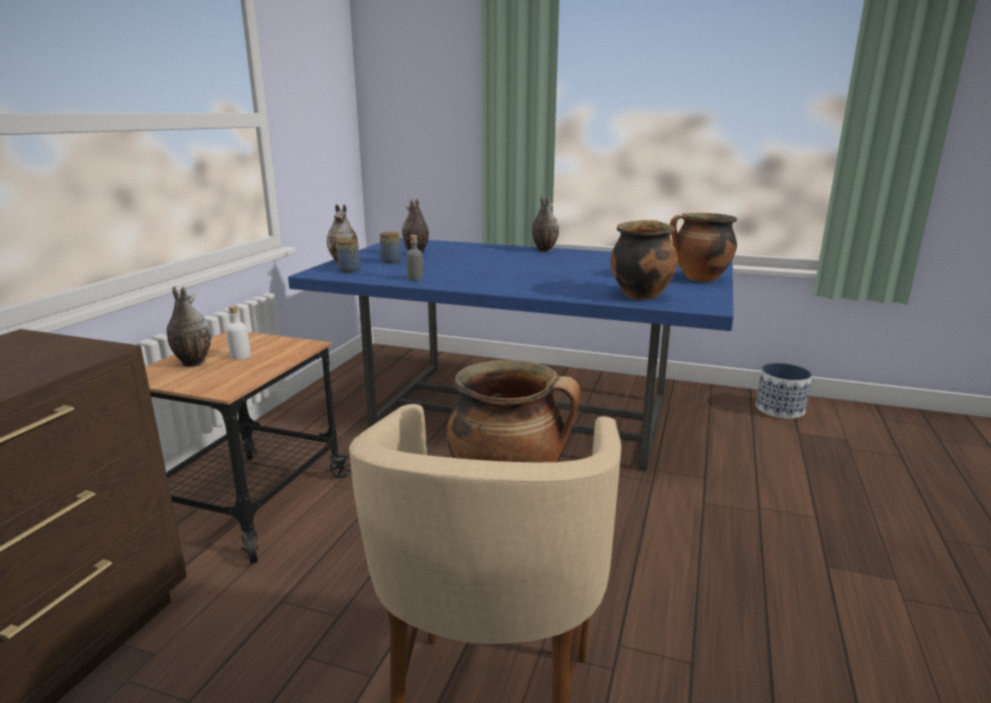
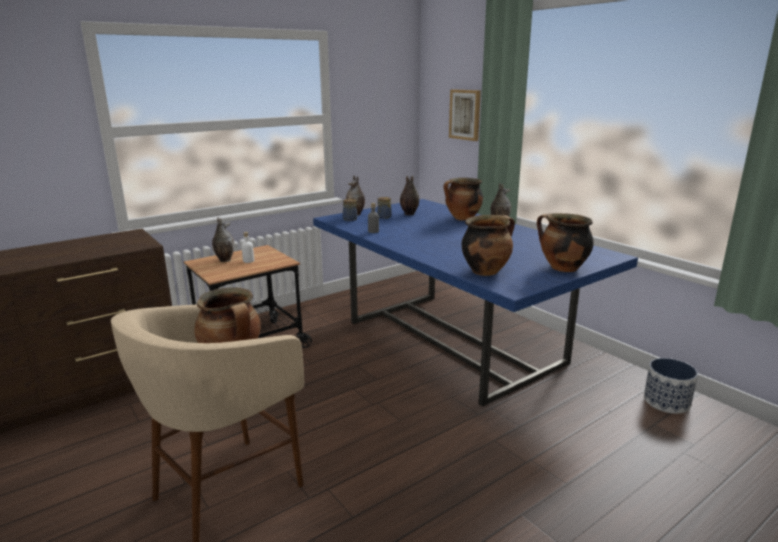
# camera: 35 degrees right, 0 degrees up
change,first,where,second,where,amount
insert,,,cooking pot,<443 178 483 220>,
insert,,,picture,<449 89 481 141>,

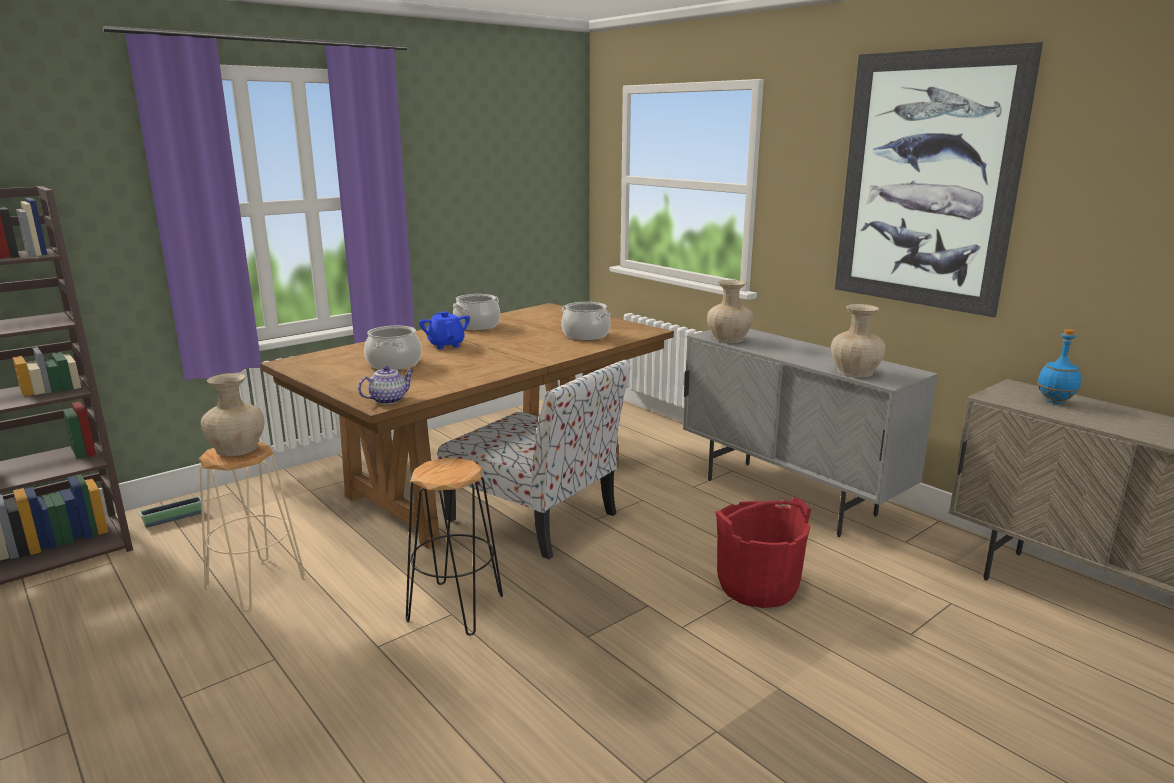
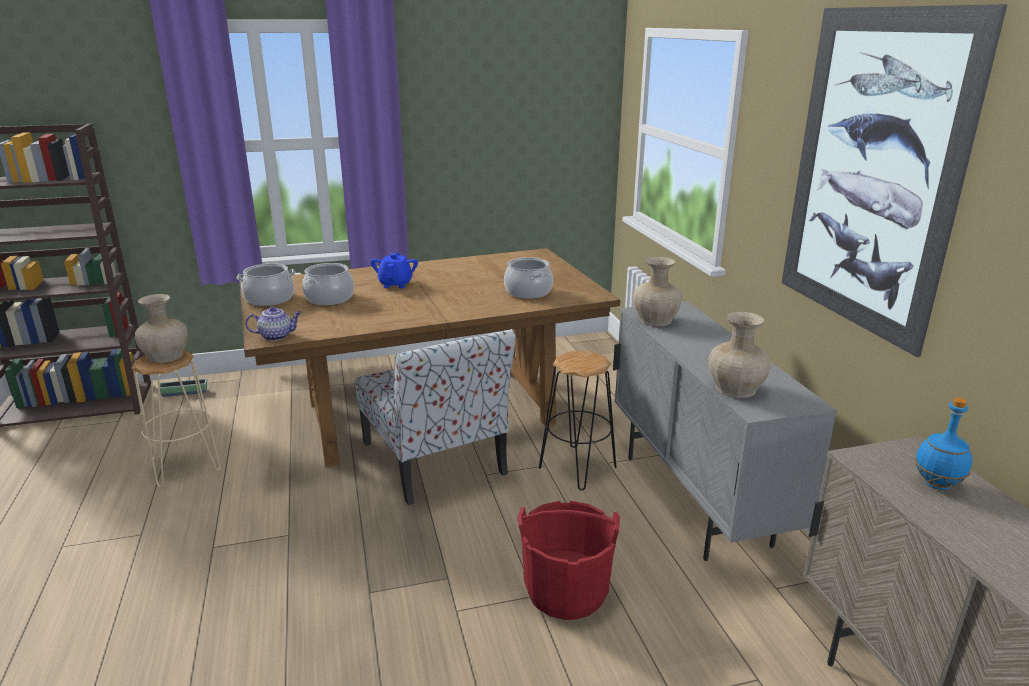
# camera: 25 degrees right, 5 degrees up
change,first,where,second,where,amount
move,black stool,<406 457 503 636>,,<539 351 616 490>,
move,cooking pot,<453 294 500 330>,,<236 263 296 306>,

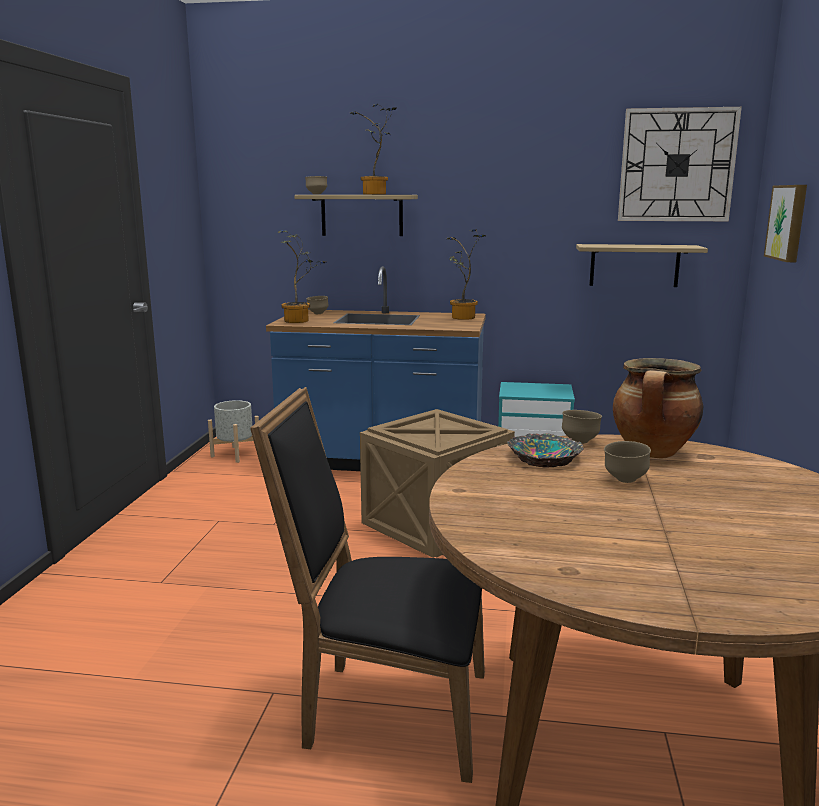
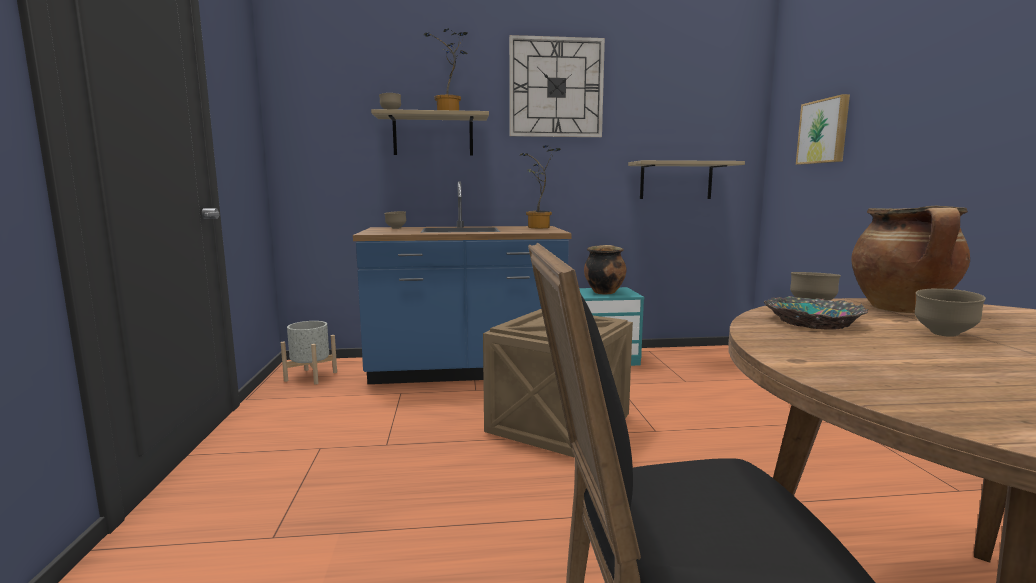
# camera: 15 degrees left, 5 degrees down
change,first,where,second,where,amount
delete,potted plant,<278 230 326 323>,,,
insert,,,cooking pot,<584 245 626 294>,
move,wall clock,<618 107 742 221>,,<509 35 605 137>,

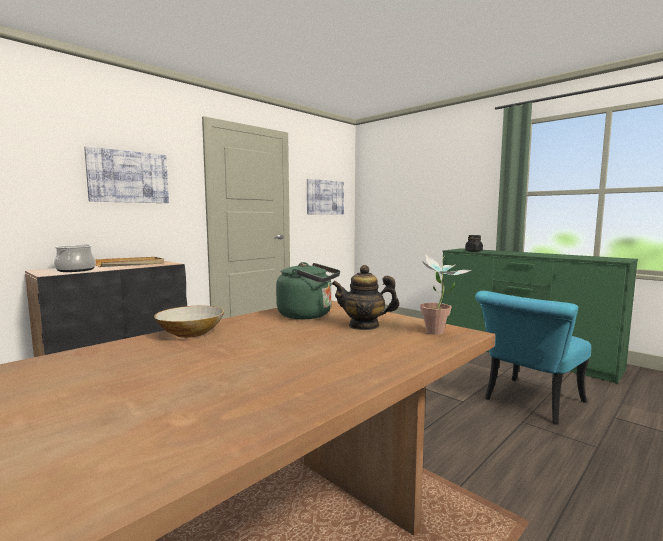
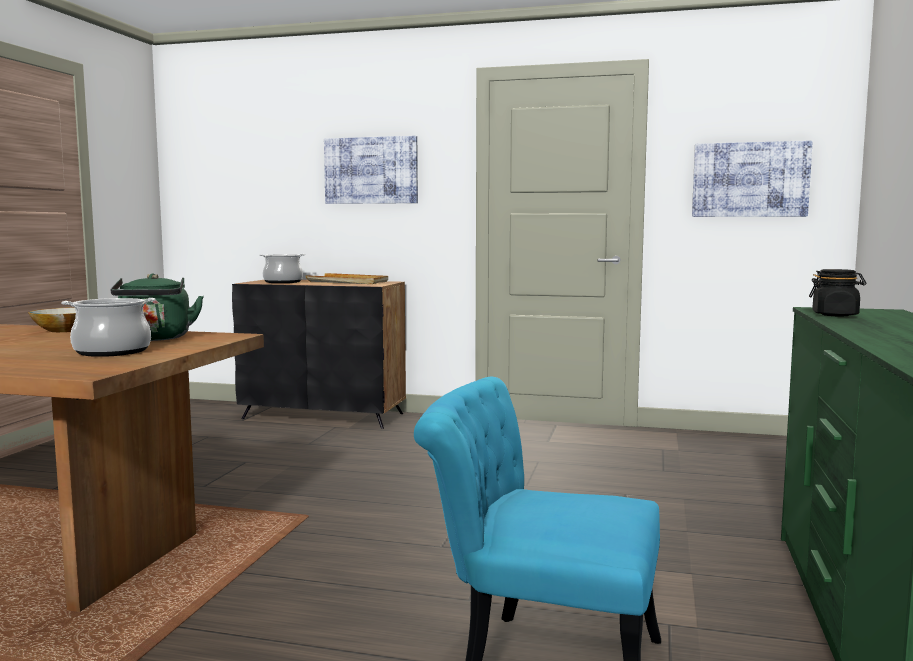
# camera: 60 degrees right, 0 degrees up
change,first,where,second,where,amount
delete,potted plant,<420 255 471 335>,,,
replace,teapot,<332 265 399 330>,cooking pot,<61 298 155 357>,

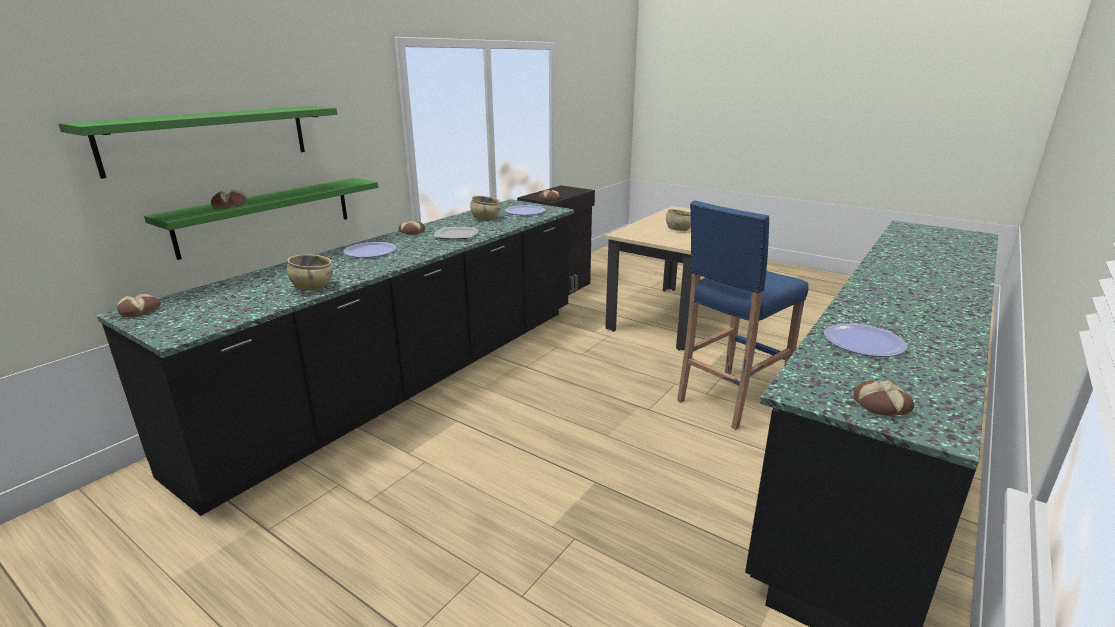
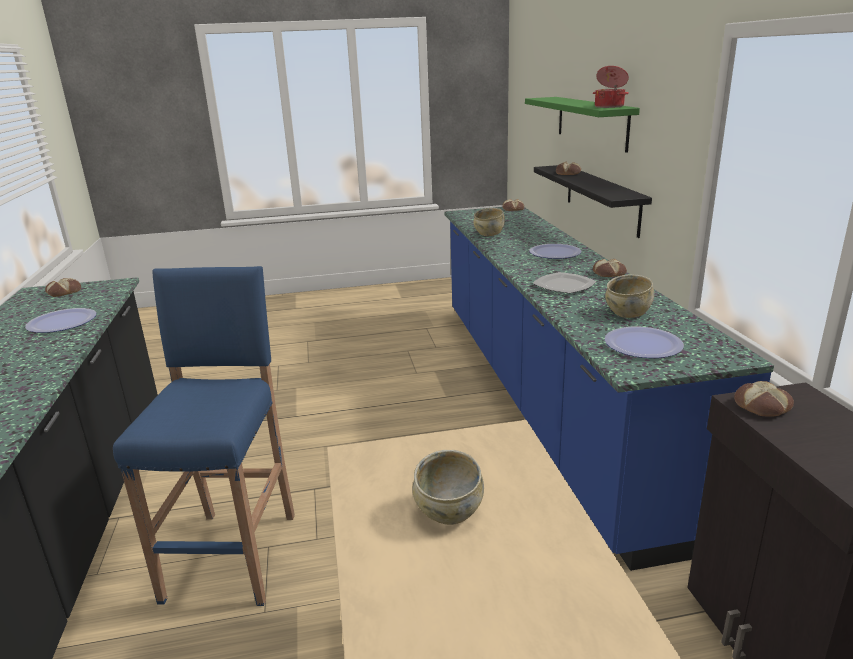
# camera: 135 degrees right, 0 degrees up
change,first,where,second,where,amount
insert,,,cooking pot,<593 66 629 108>,
recolor,black counter,<97 199 574 516>,blue counter,<445 207 774 571>,
recolor,green shelf,<144 178 378 260>,black shelf,<534 165 652 238>,

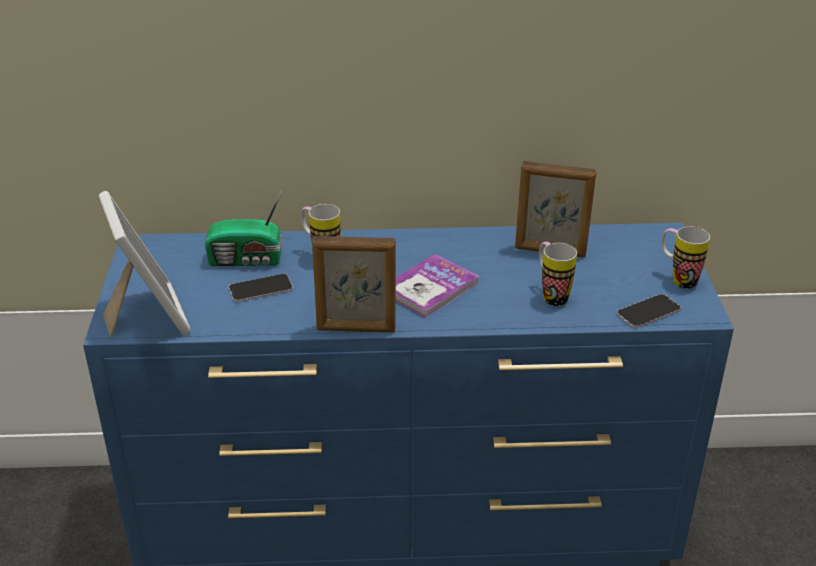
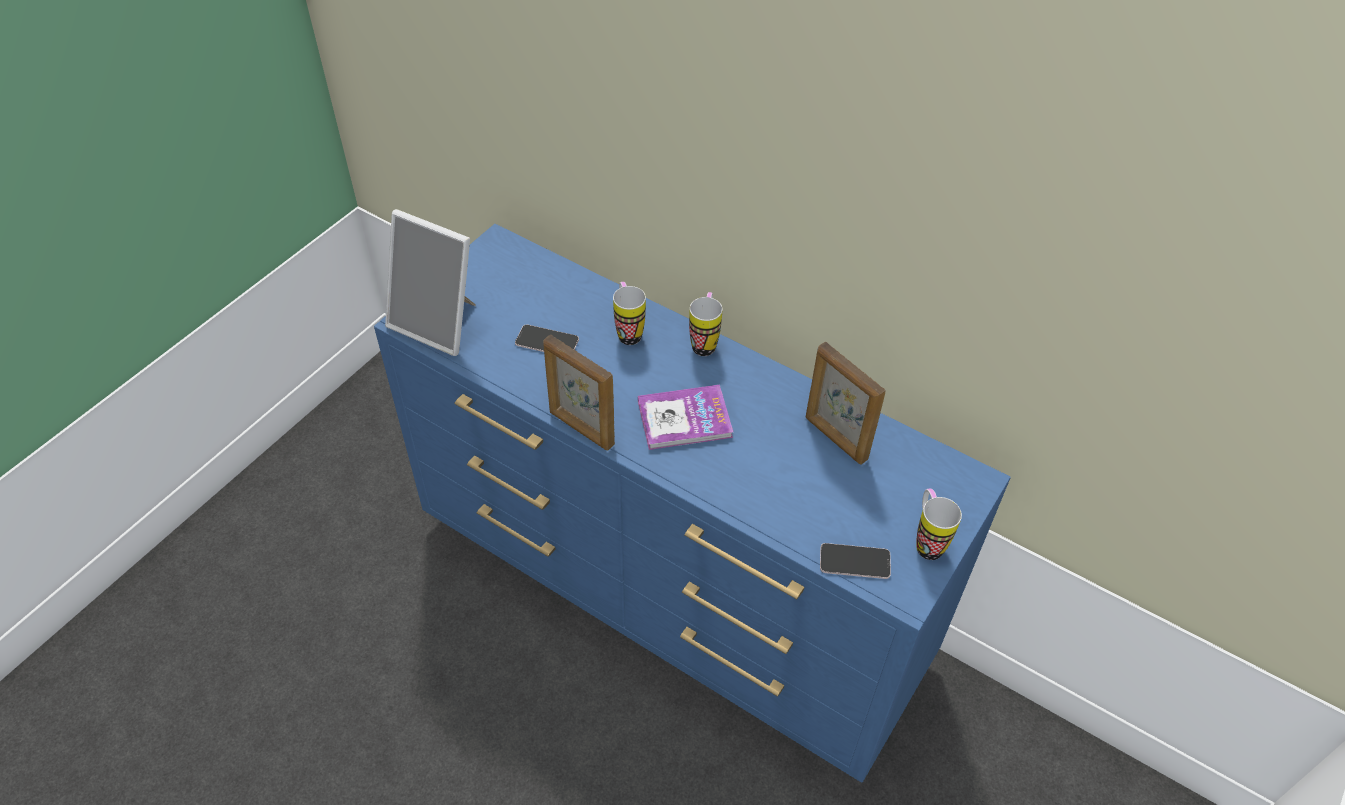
# camera: 35 degrees right, 15 degrees up
change,first,where,second,where,amount
delete,radio,<205 189 283 266>,,,
move,mug,<539 242 577 306>,,<689 292 722 356>,
rotate,picture frame,<99 191 190 338>,,<385 209 476 356>,105 degrees clockwise

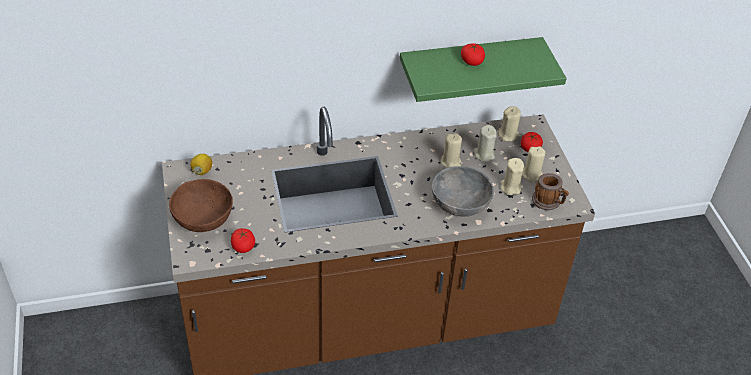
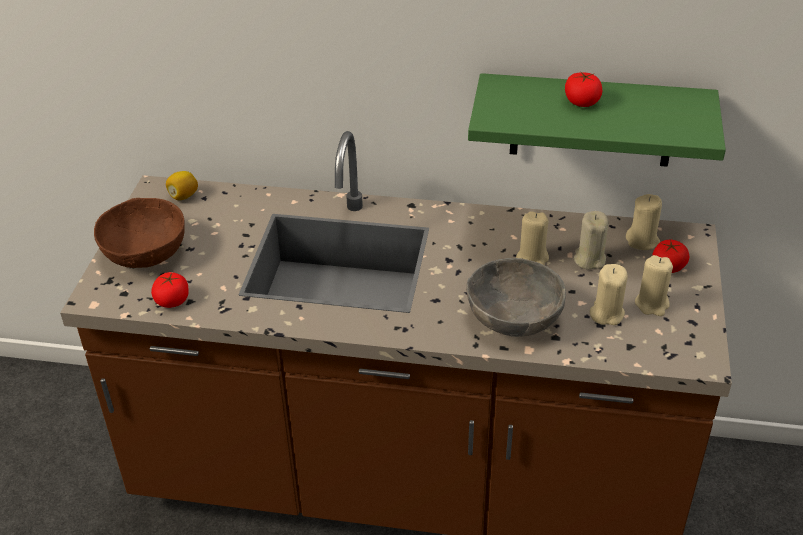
# camera: 25 degrees right, 5 degrees down
change,first,where,second,where,amount
delete,mug,<532 173 569 210>,,,

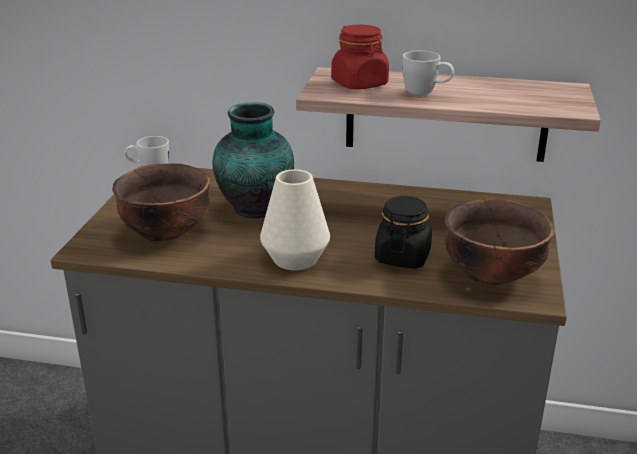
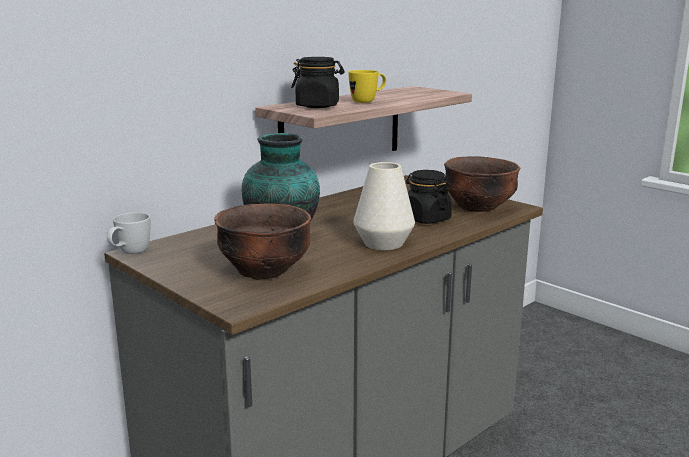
# camera: 55 degrees left, 10 degrees down
change,first,where,second,where,amount
recolor,red jar,<331 25 389 90>,black jar,<291 57 345 108>,
recolor,white mug,<402 51 454 95>,yellow mug,<348 70 386 103>,

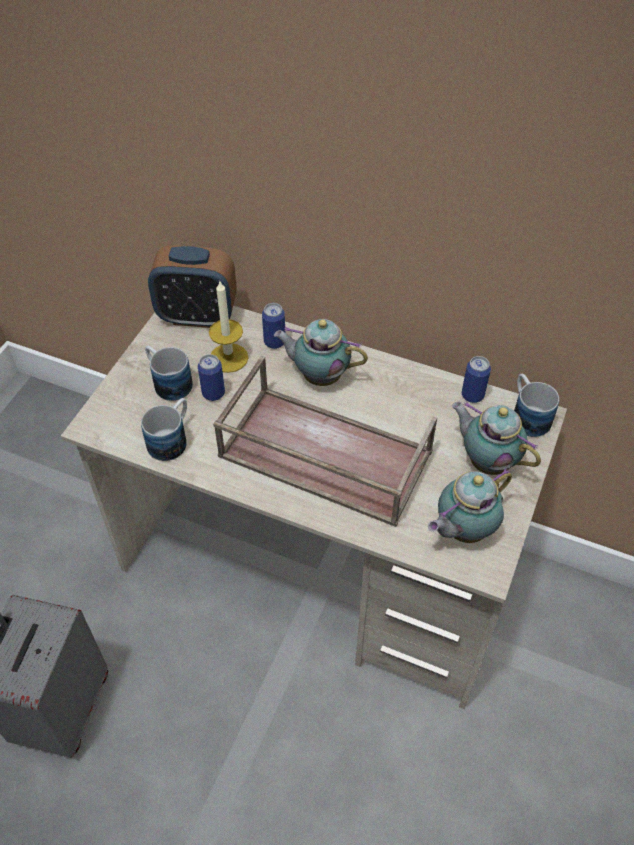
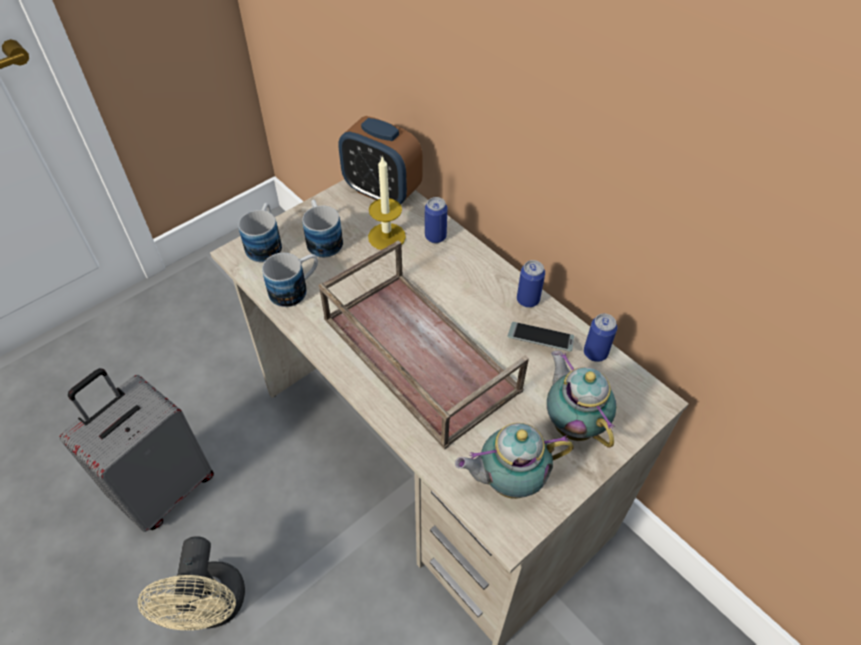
# camera: 25 degrees right, 0 degrees up
change,first,where,second,where,amount
delete,teapot,<274 319 368 386>,,,
insert,,,beige fan,<138 536 245 630>,
insert,,,phone,<507 322 574 351>,
move,can,<198 354 225 401>,,<517 260 545 308>,
move,mug,<514 374 559 437>,,<238 203 282 262>,

